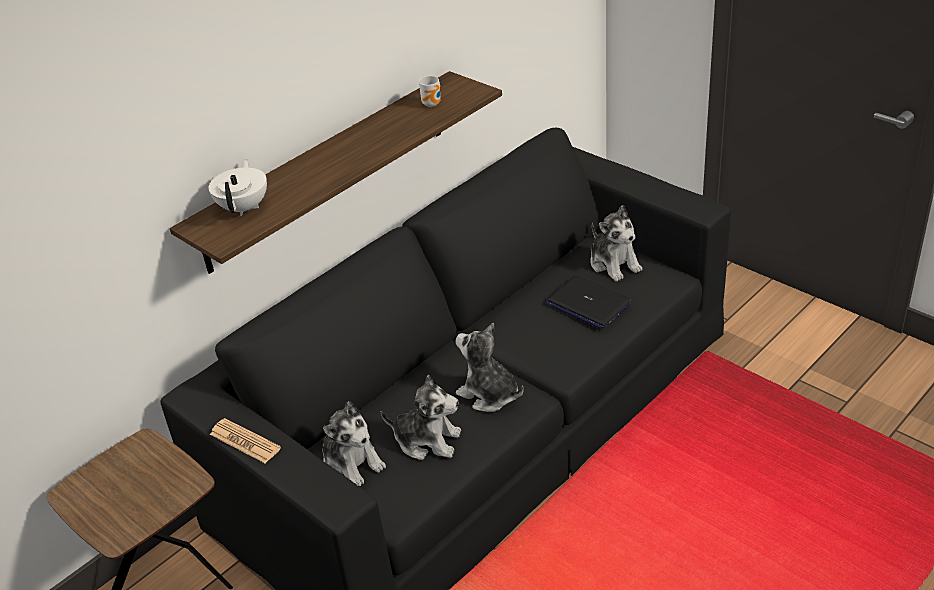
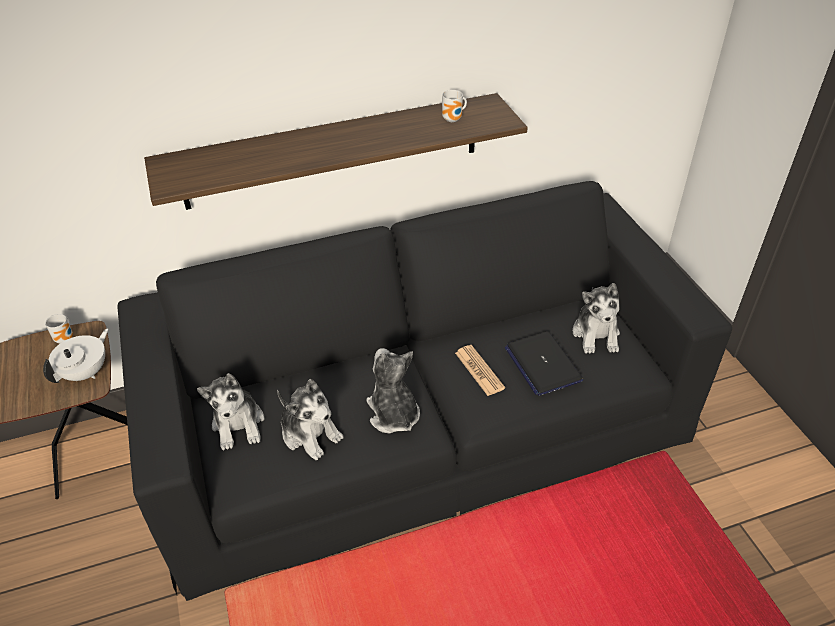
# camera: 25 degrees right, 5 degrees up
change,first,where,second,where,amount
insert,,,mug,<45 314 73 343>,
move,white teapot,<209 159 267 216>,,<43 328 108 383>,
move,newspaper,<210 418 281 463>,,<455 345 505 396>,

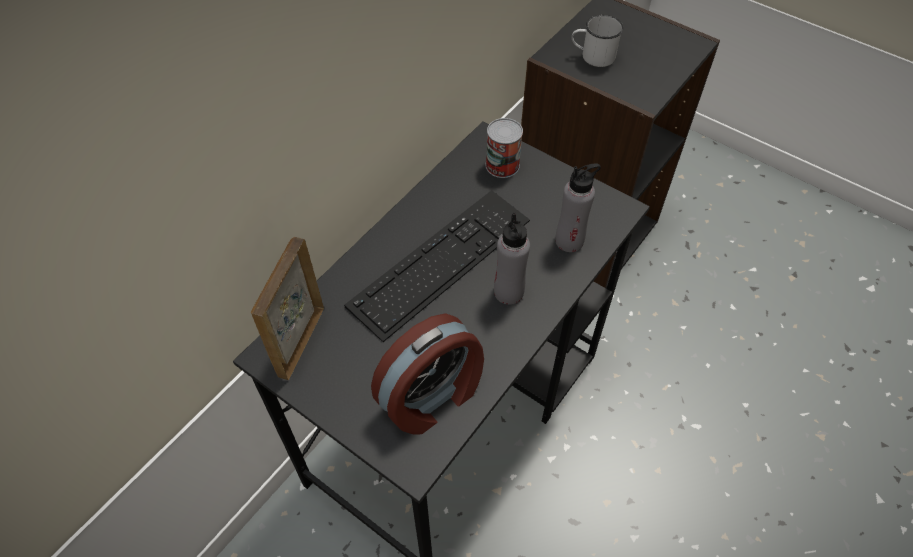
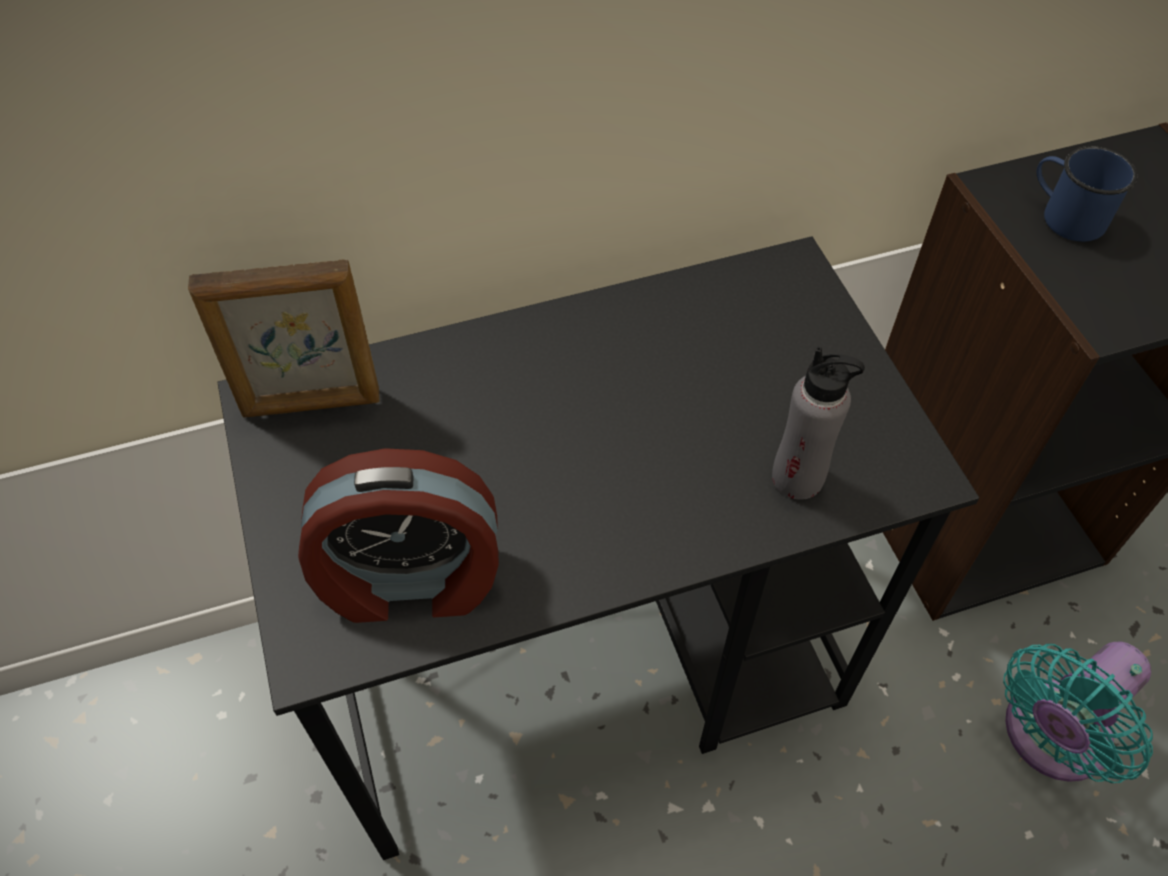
# camera: 35 degrees right, 0 degrees up
change,first,where,second,where,amount
delete,keyboard,<344 190 530 342>,,,
delete,can,<486 118 523 178>,,,
delete,grey bottle,<494 213 530 305>,,,
insert,,,turquoise fan,<1003 642 1153 783>,
recolor,white mug,<572 15 623 67>,blue mug,<1037 146 1137 242>,
rotate,picture frame,<251 237 324 380>,,<188 260 380 417>,150 degrees counterclockwise

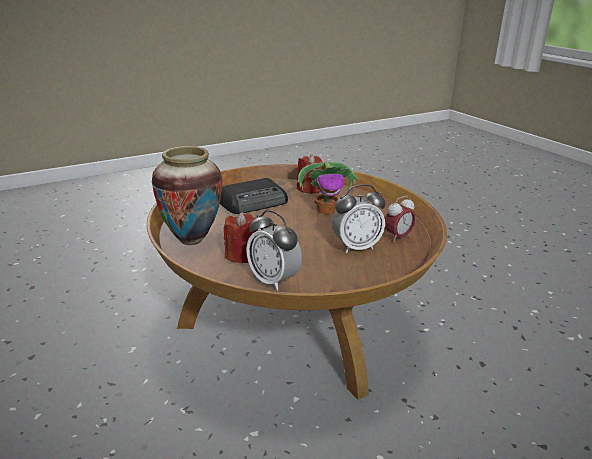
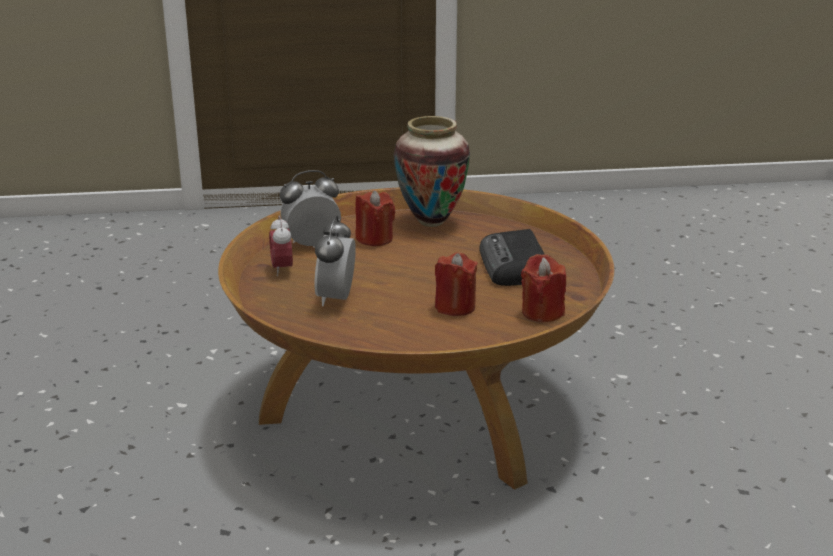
# camera: 115 degrees right, 0 degrees up
change,first,where,second,where,amount
move,alarm clock,<385 196 416 242>,,<269 215 293 276>,
replace,potted plant,<298 162 359 214>,red candle,<435 252 478 316>,

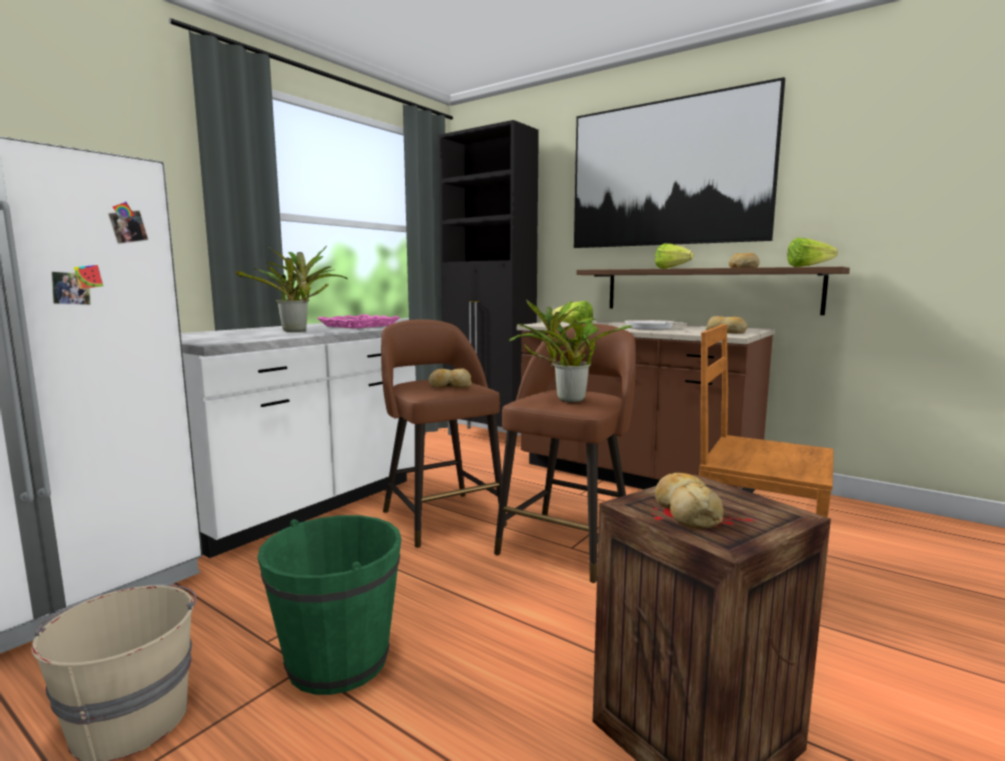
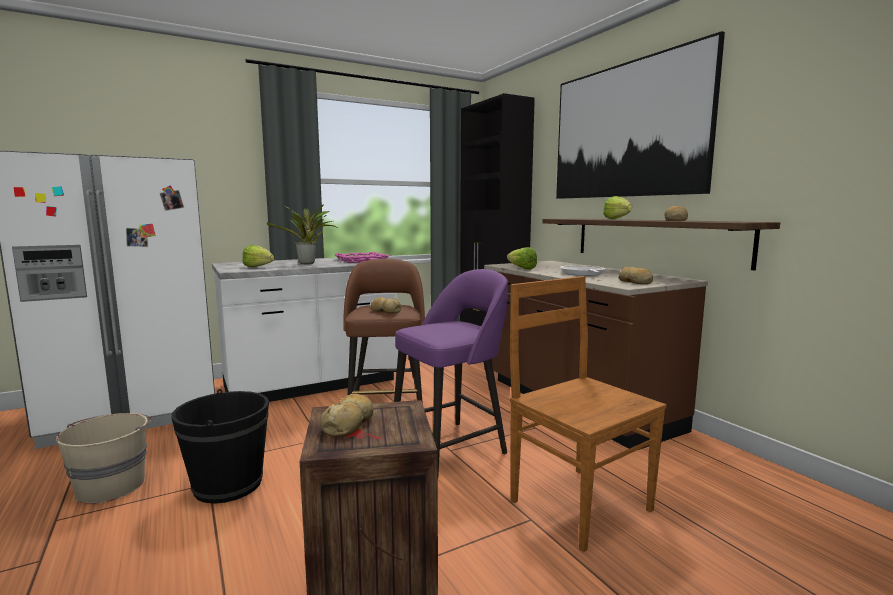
# camera: 25 degrees right, 0 degrees up
change,first,where,second,where,amount
delete,potted plant,<509 299 633 402>,,,
move,lettuce,<787 238 838 267>,,<243 245 274 267>,
recolor,green bucket,<257 515 401 695>,black bucket,<171 389 269 504>,
recolor,brown stool,<494 324 636 583>,purple stool,<394 269 508 475>,

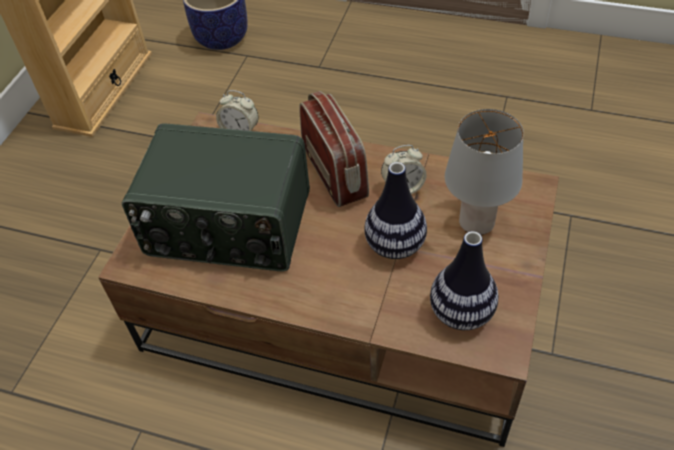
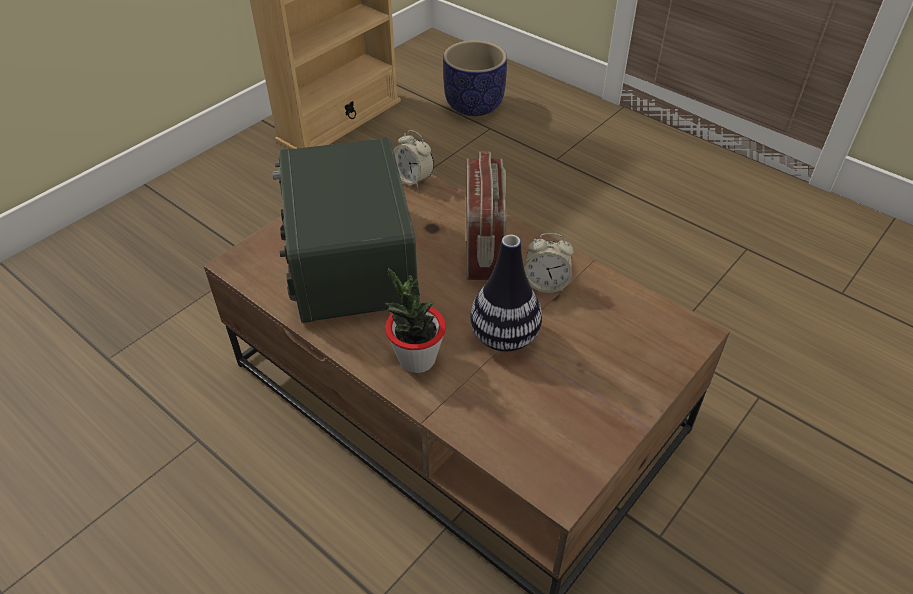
# camera: 20 degrees right, 5 degrees down
change,first,where,second,where,amount
delete,vase,<430 231 498 330>,,,
delete,grey table lamp,<445 109 524 235>,,,
insert,,,potted plant,<385 268 446 373>,
rotate,radio,<122 124 310 271>,,<272 137 418 323>,45 degrees clockwise

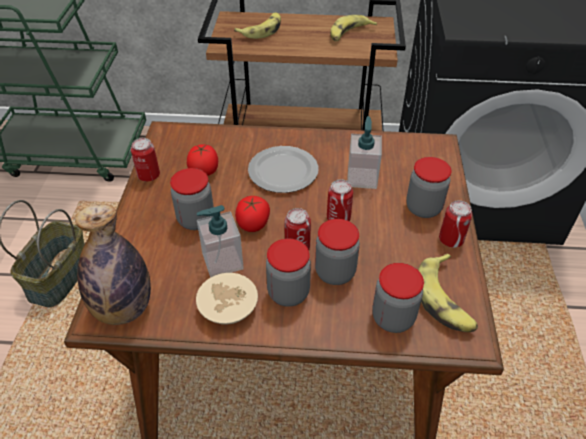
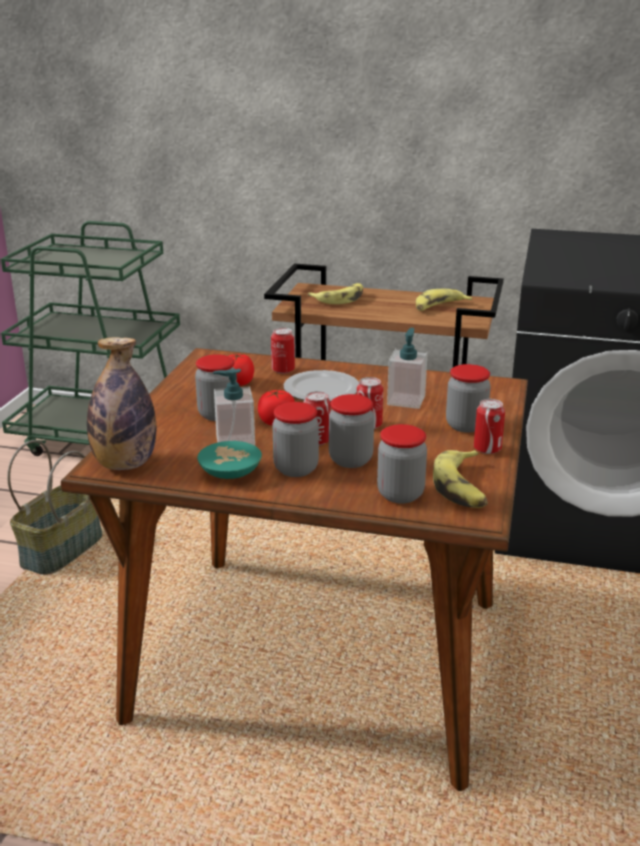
# camera: 10 degrees right, 20 degrees down
change,first,where,second,where,amount
move,can,<131 138 160 182>,,<271 327 295 374>,
recolor,beige bowl,<196 273 258 324>,turquoise bowl,<197 441 262 479>,

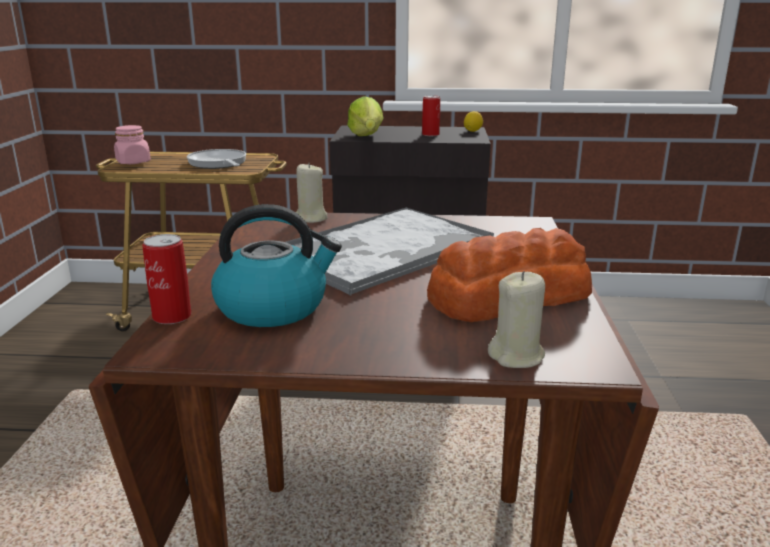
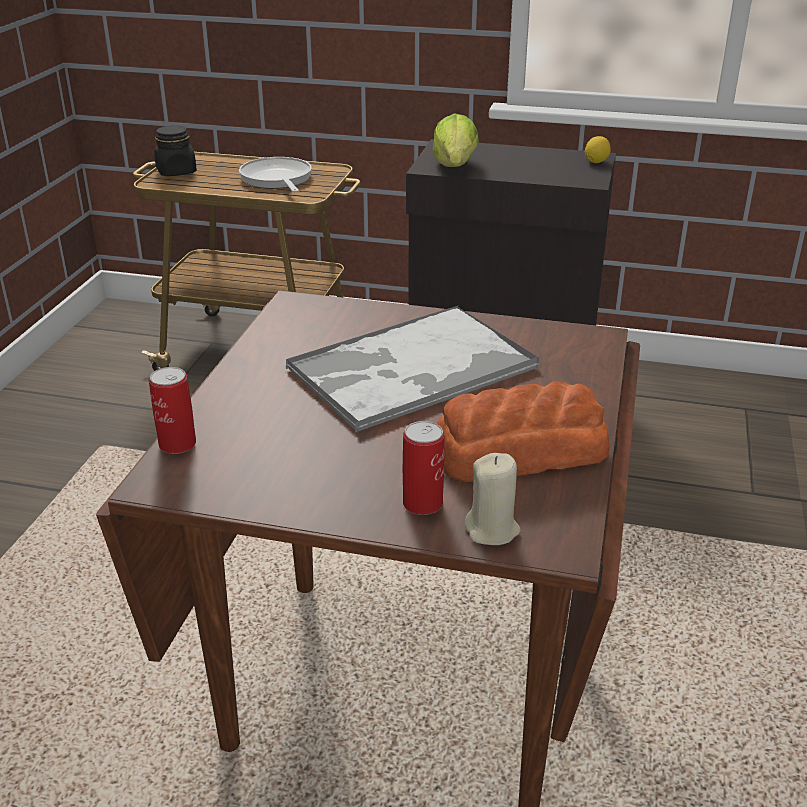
# camera: 10 degrees right, 10 degrees up
change,first,where,second,where,amount
delete,kettle,<211 204 342 327>,,,
delete,beige candle,<296 162 327 223>,,,
move,can,<422 95 440 136>,,<403 421 444 515>,
recolor,pink jar,<114 125 151 164>,black jar,<154 125 197 176>,

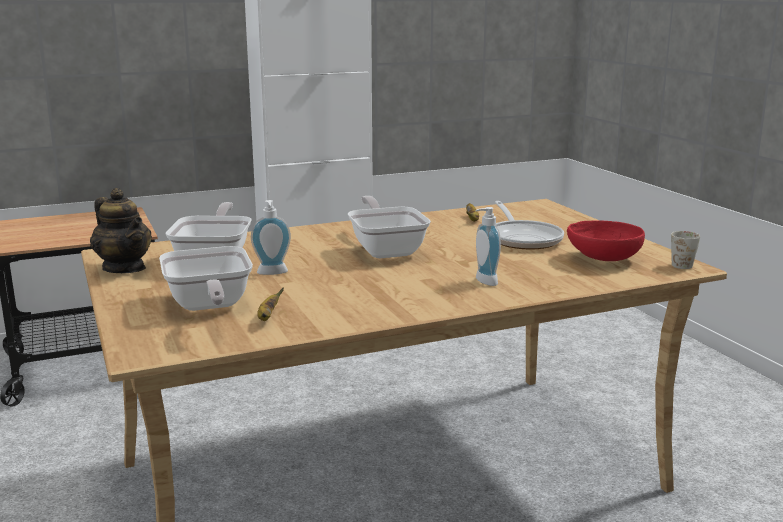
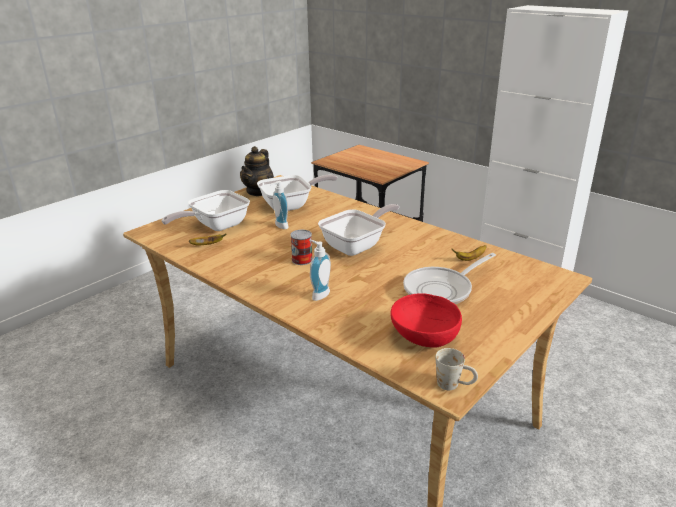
# camera: 65 degrees right, 10 degrees up
change,first,where,second,where,amount
insert,,,can,<290 230 313 265>,

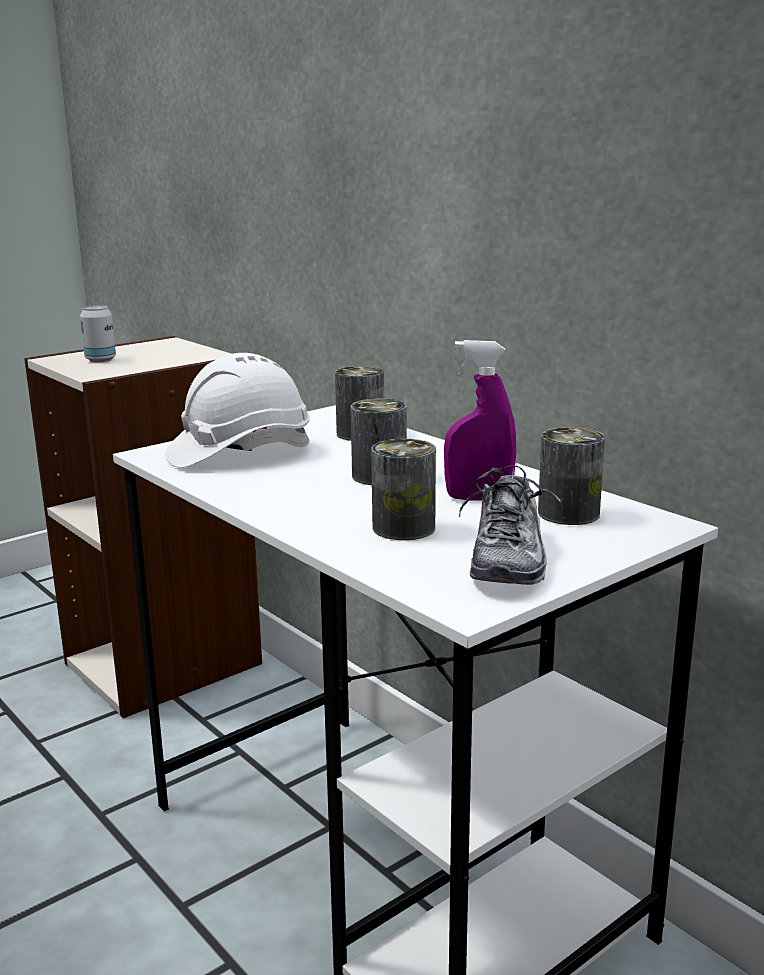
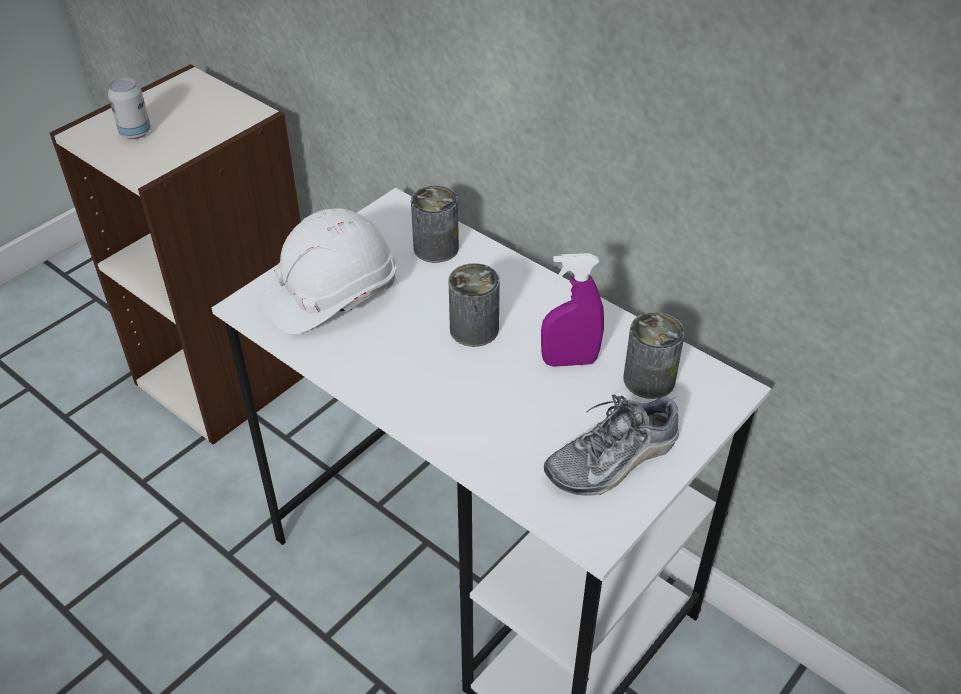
# camera: 10 degrees left, 25 degrees up
change,first,where,second,where,amount
delete,can,<371 439 436 540>,,,
rotate,shoe,<459 465 561 585>,,<544 395 679 496>,60 degrees clockwise

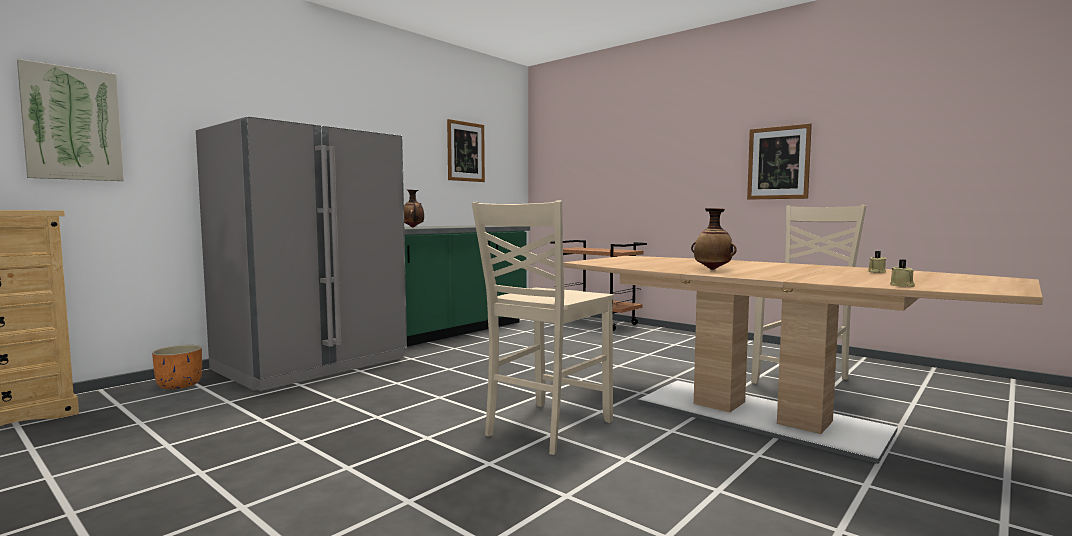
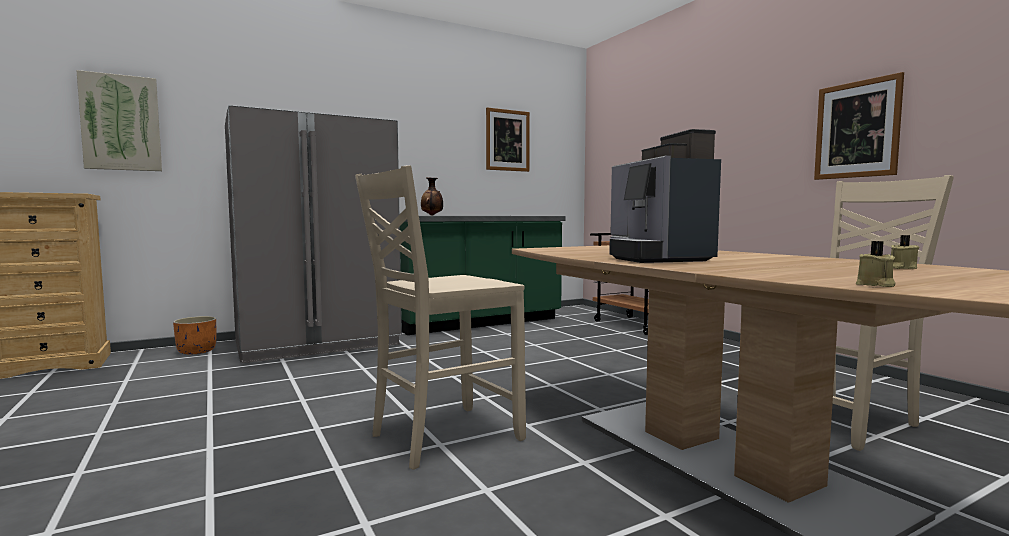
# camera: 20 degrees right, 0 degrees up
change,first,where,second,where,amount
replace,vase,<691 208 737 270>,coffee machine,<609 129 721 263>,

